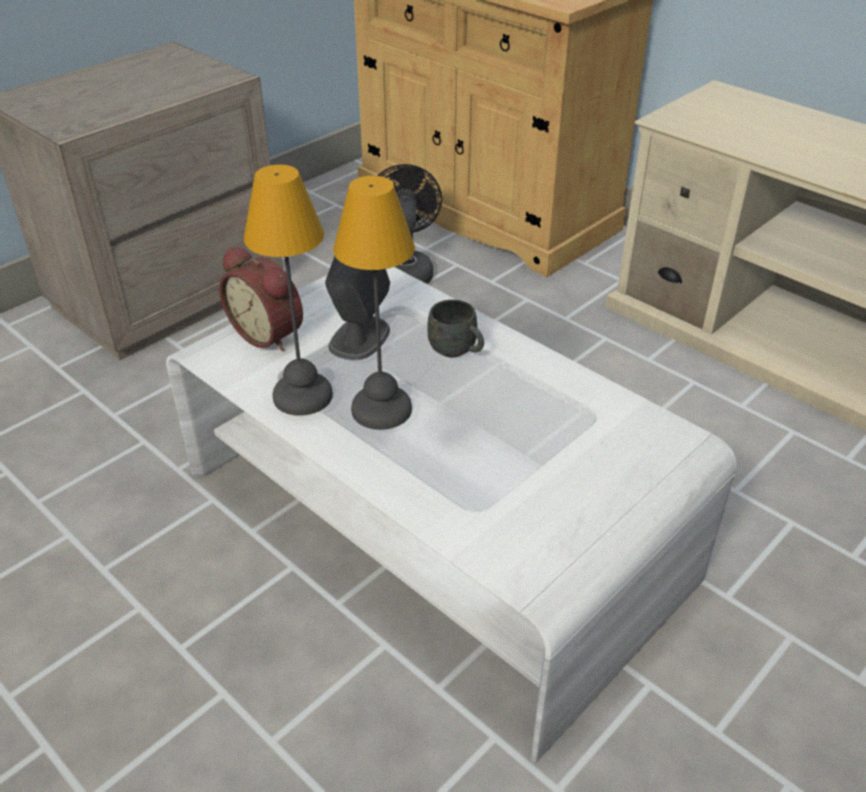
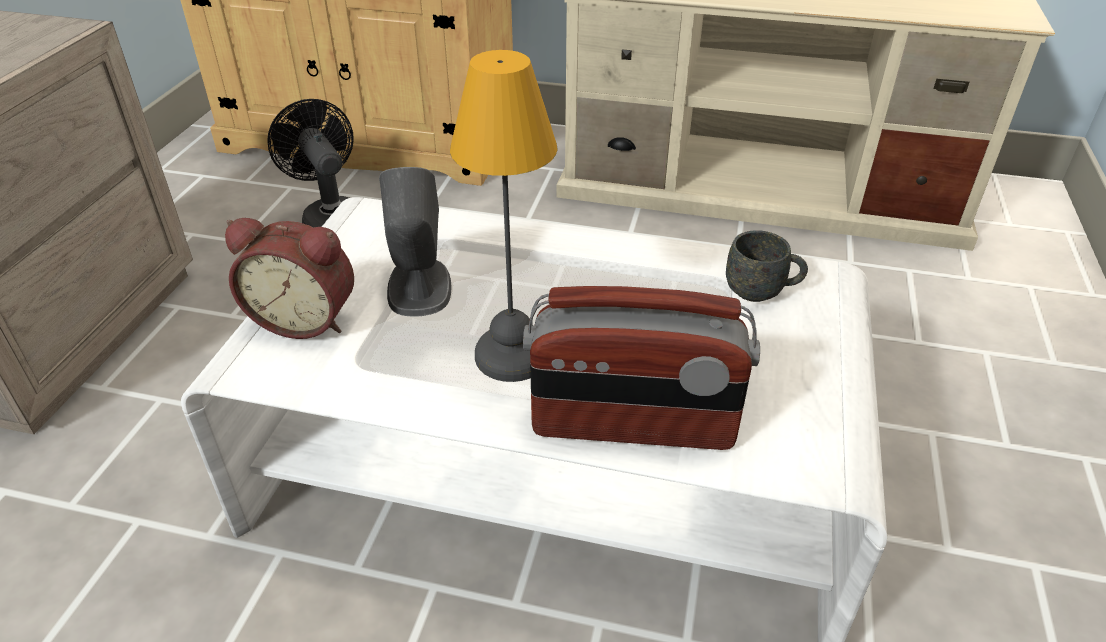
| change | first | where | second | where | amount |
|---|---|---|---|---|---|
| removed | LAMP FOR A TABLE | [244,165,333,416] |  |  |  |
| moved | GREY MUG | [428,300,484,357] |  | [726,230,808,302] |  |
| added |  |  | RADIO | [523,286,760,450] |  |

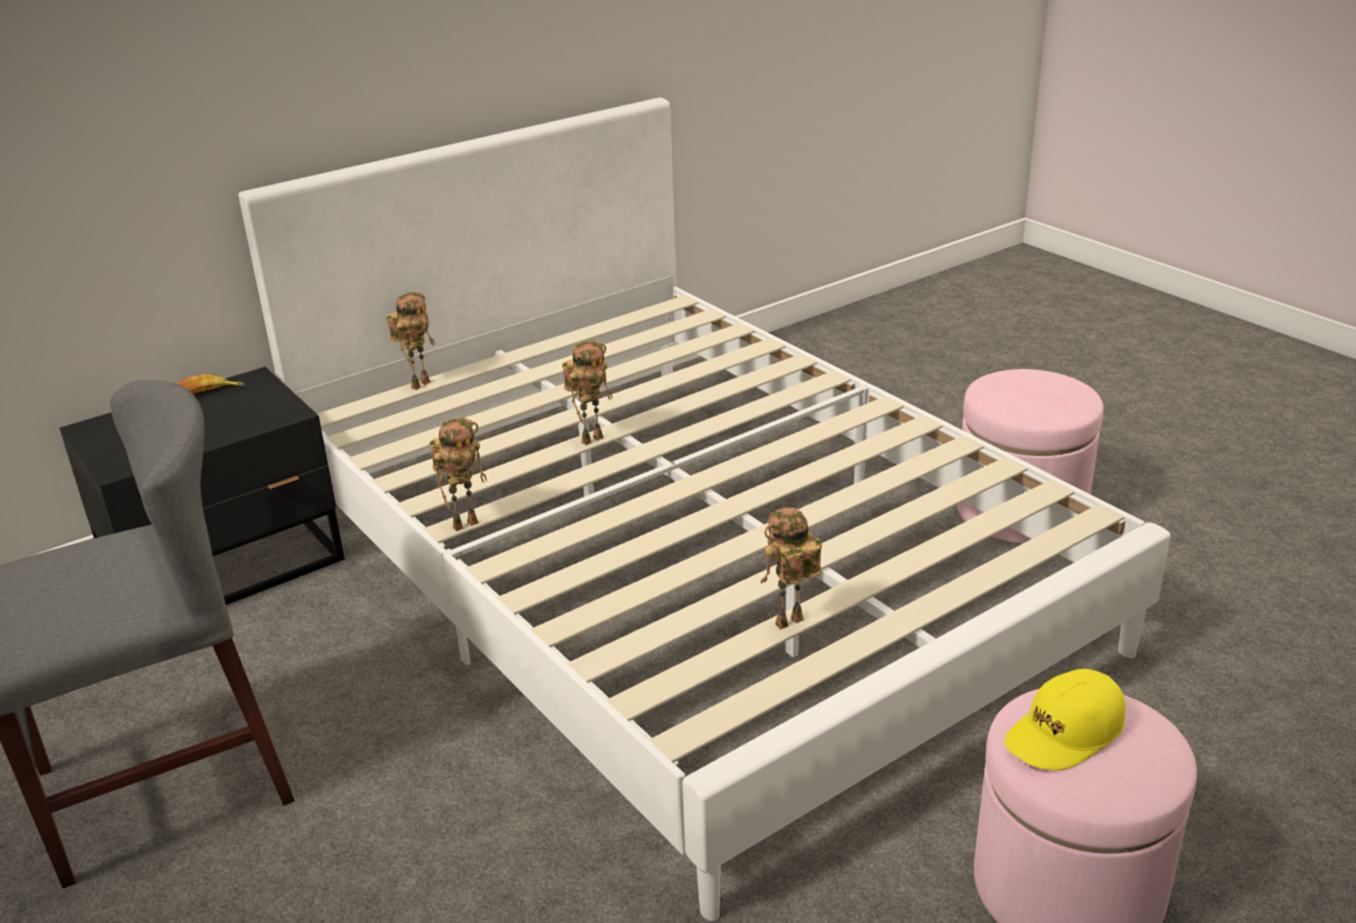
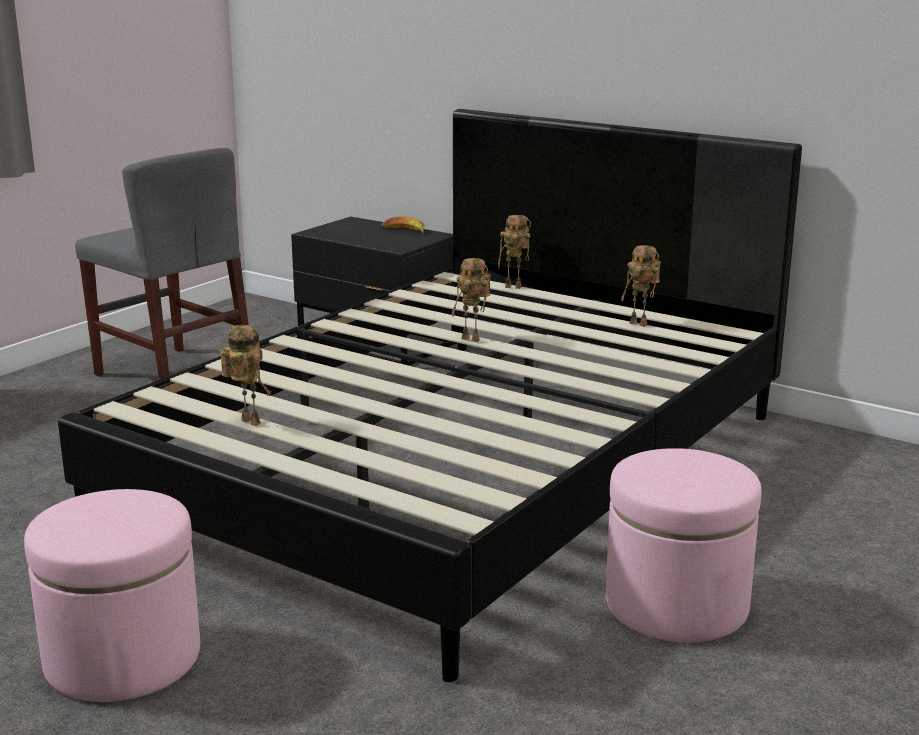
| change | first | where | second | where | amount |
|---|---|---|---|---|---|
| recoloured | WHITE BED | [238,98,1171,921] | BLACKISH BED | [58,109,802,682] |  |
| moved | MODEL ROBOT | [430,418,487,531] |  | [621,245,661,327] |  |
| removed | YELLOW-COLOURED CAP | [1004,669,1125,770] |  |  |  |

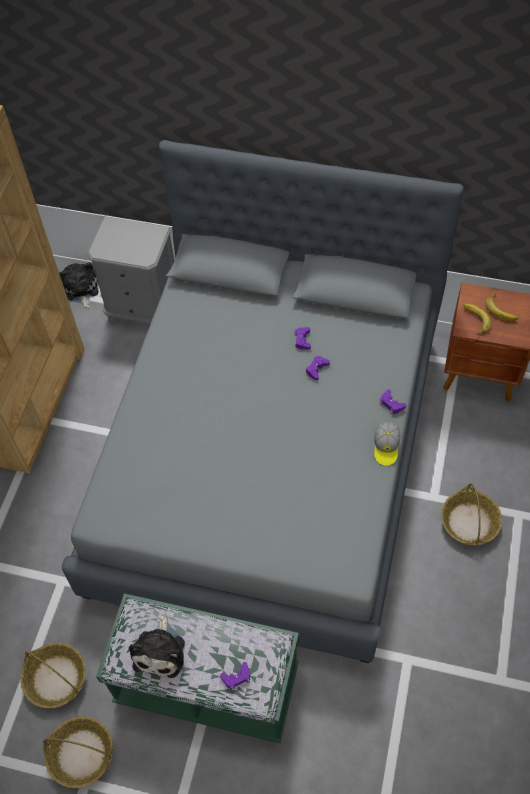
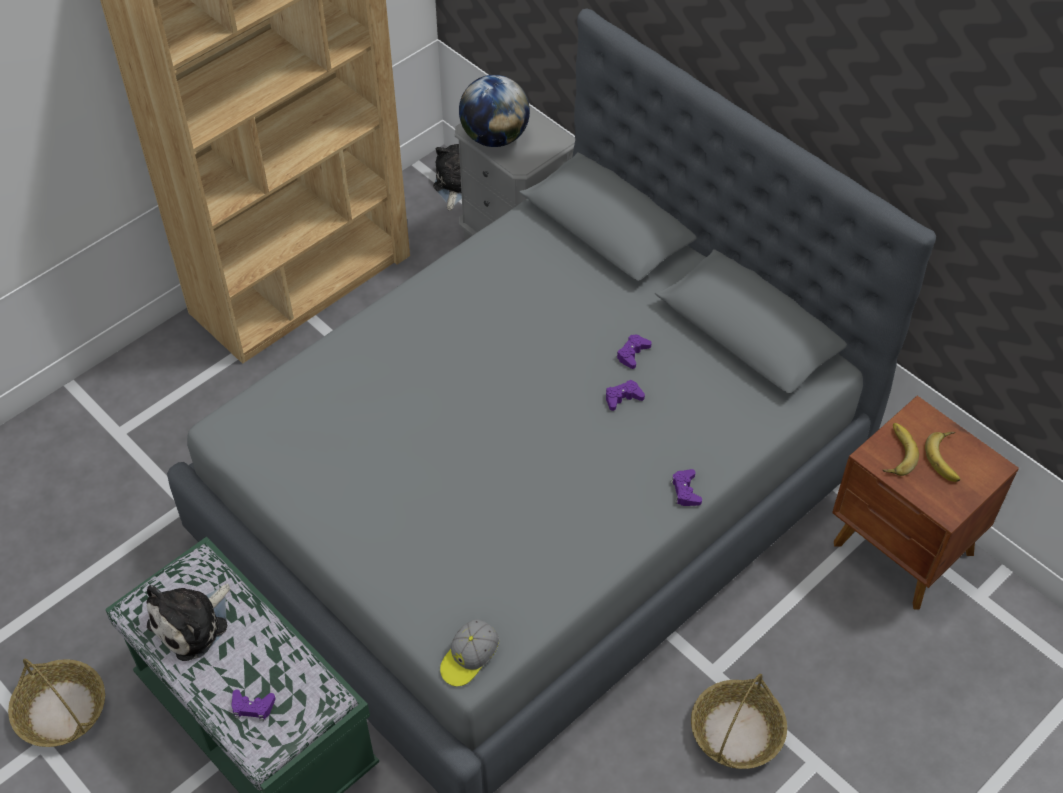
| change | first | where | second | where | amount |
|---|---|---|---|---|---|
| removed | HOUSEHOLD BASKET | [20,643,86,708] |  |  |  |
| moved | CAP | [374,422,400,466] |  | [440,619,500,687] |  |
| added |  |  | WORLD GLOBE | [459,75,530,147] |  |

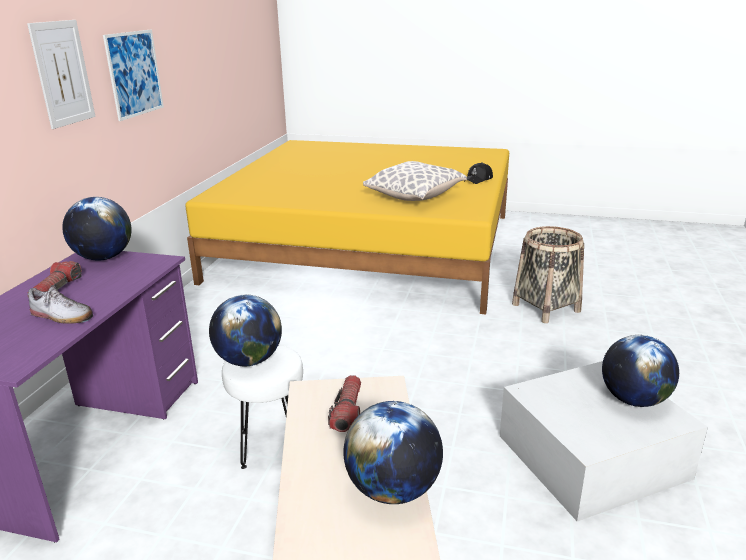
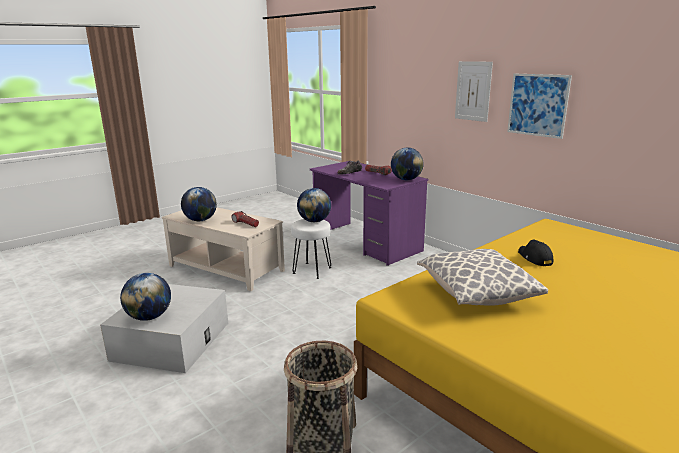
| change | first | where | second | where | amount |
|---|---|---|---|---|---|
| moved | BLACKISH CAP | [464,162,493,184] |  | [518,239,553,266] |  |

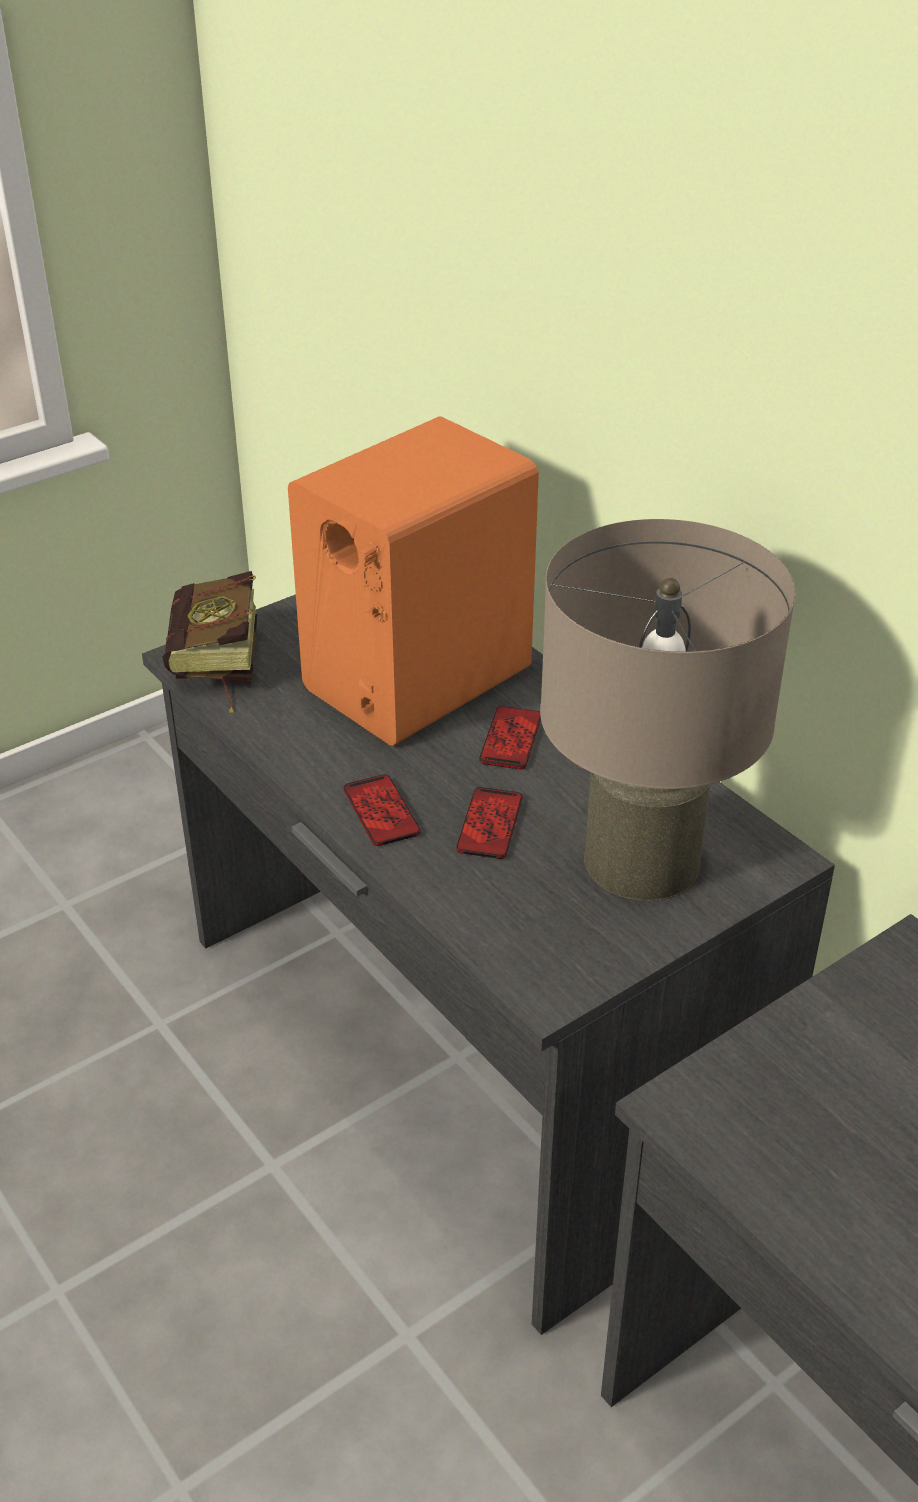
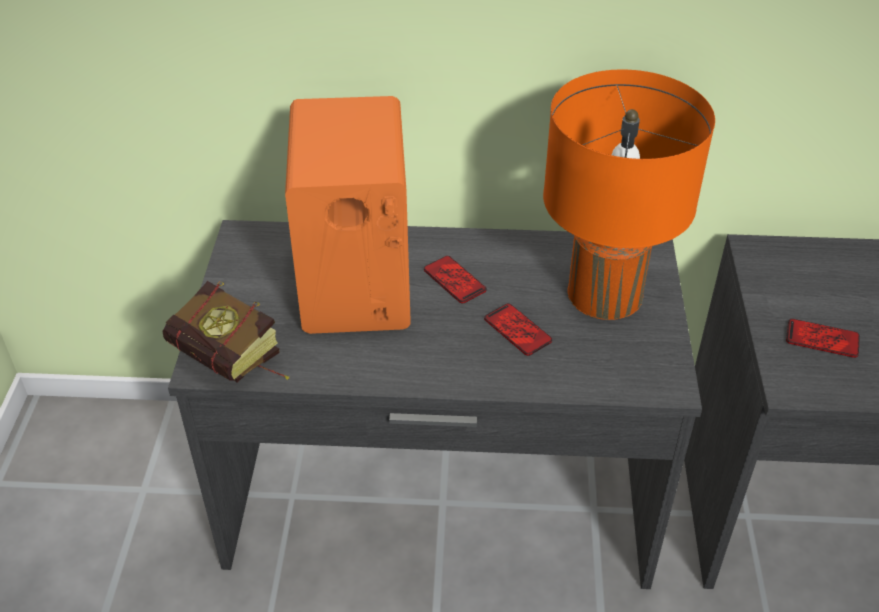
| change | first | where | second | where | amount |
|---|---|---|---|---|---|
| moved | HANDSET | [344,774,420,846] |  | [786,319,860,358] |  |
| recoloured | BEIGE-COLOURED LAMP FOR A TABLE | [540,519,796,901] | ORANGE-COLOURED LAMP FOR A TABLE | [543,70,715,320] |  |

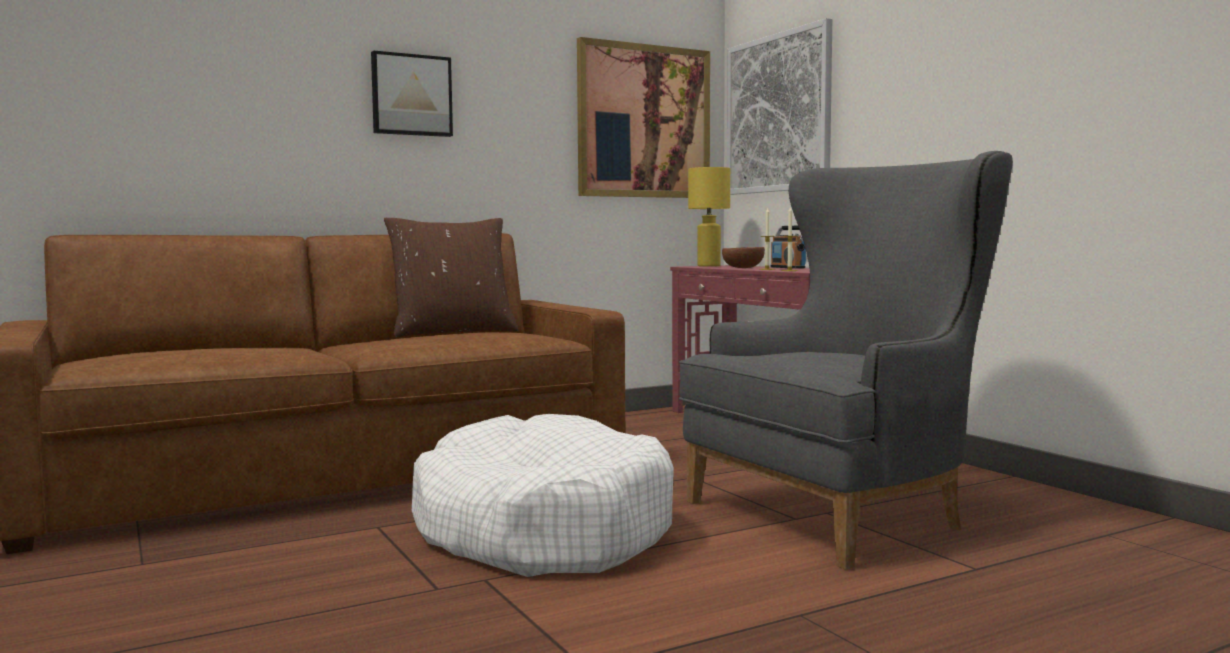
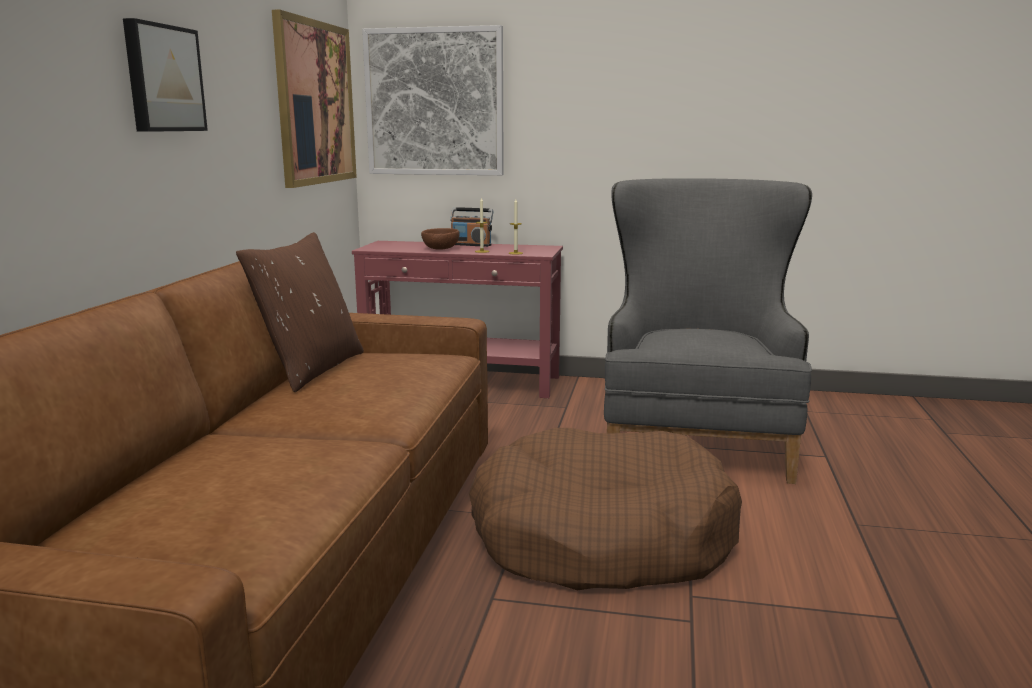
| change | first | where | second | where | amount |
|---|---|---|---|---|---|
| recoloured | WHITE DOG CUSHION | [412,414,674,577] | BROWN-COLOURED DOG CUSHION | [469,428,742,590] |  |
| removed | YELLOW-COLOURED LAMP FOR A TABLE | [688,167,730,267] |  |  |  |

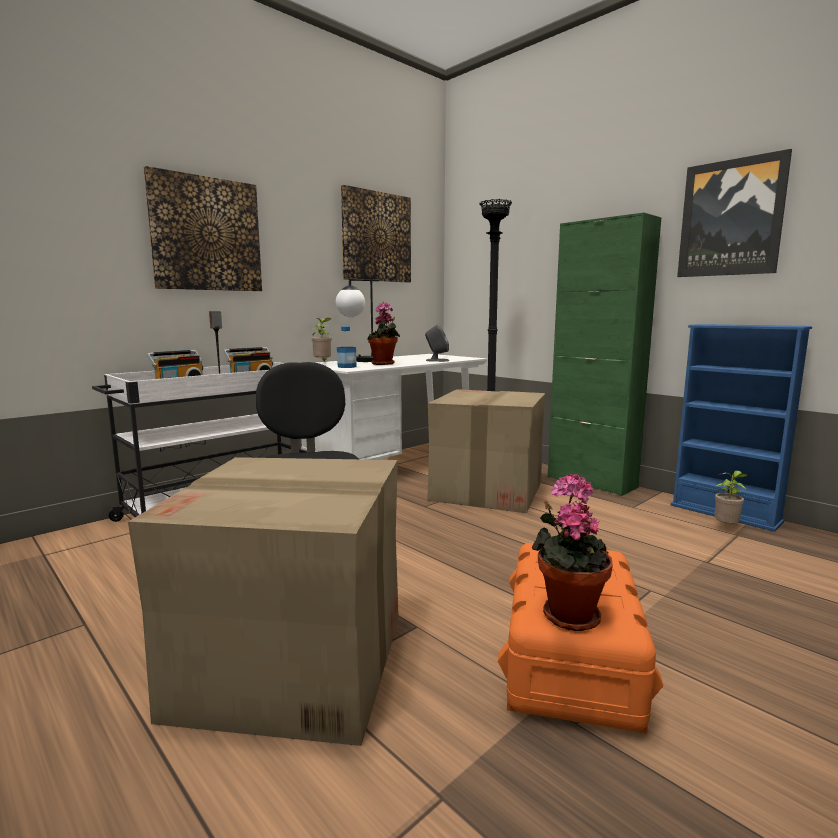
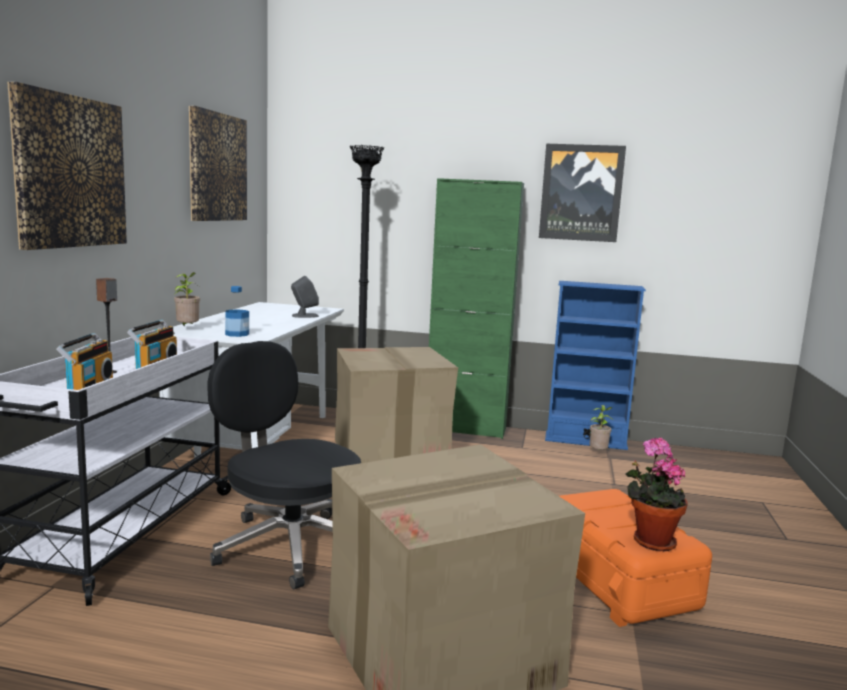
| change | first | where | second | where | amount |
|---|---|---|---|---|---|
| removed | LAMP FOR A TABLE | [336,278,379,362] |  |  |  |
| removed | POTTED PLANT | [367,302,400,365] |  |  |  |

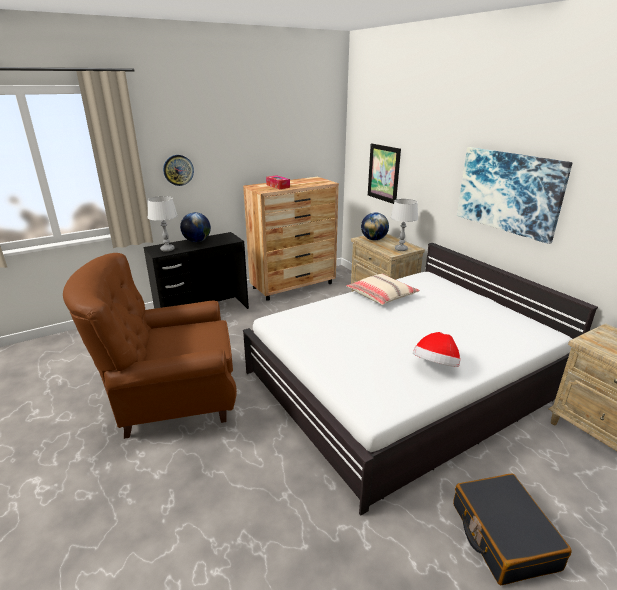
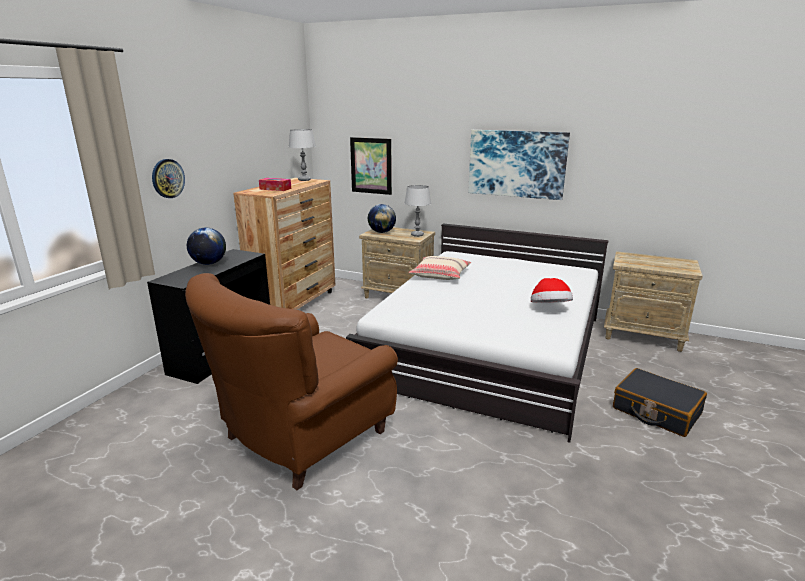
| change | first | where | second | where | amount |
|---|---|---|---|---|---|
| moved | GREY LAMP FOR A TABLE | [148,196,178,252] |  | [289,129,316,181] |  |

